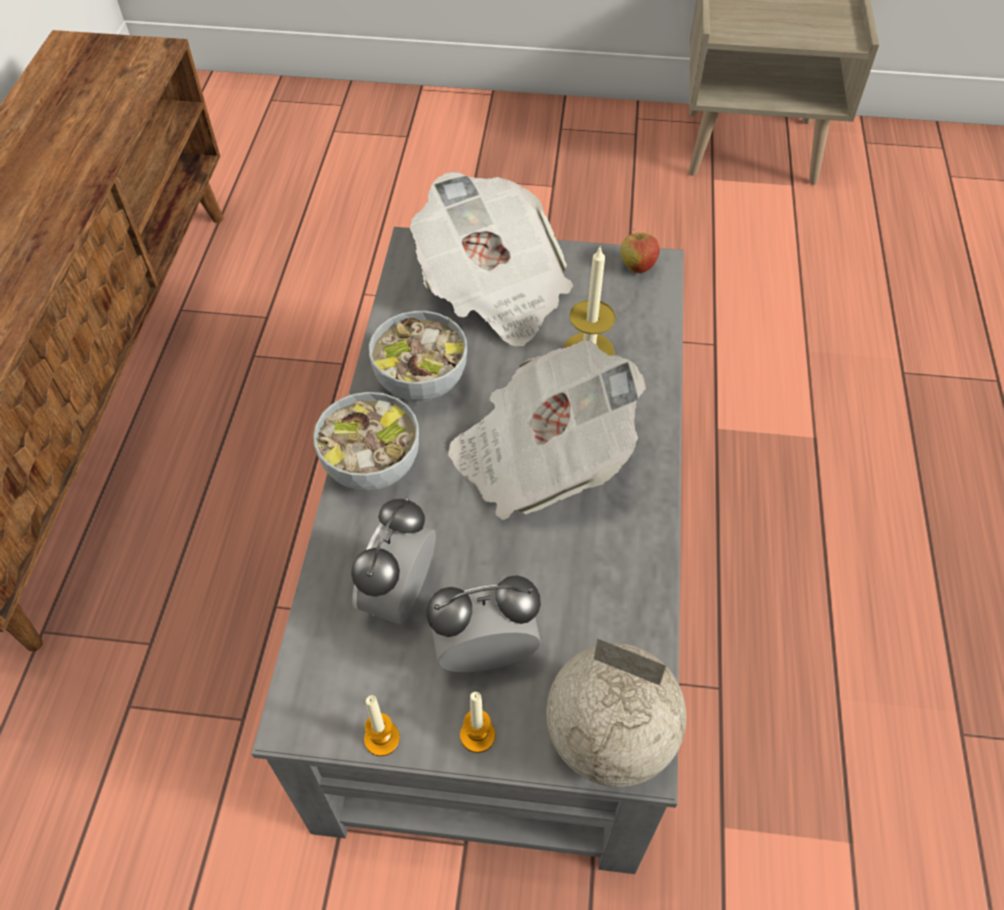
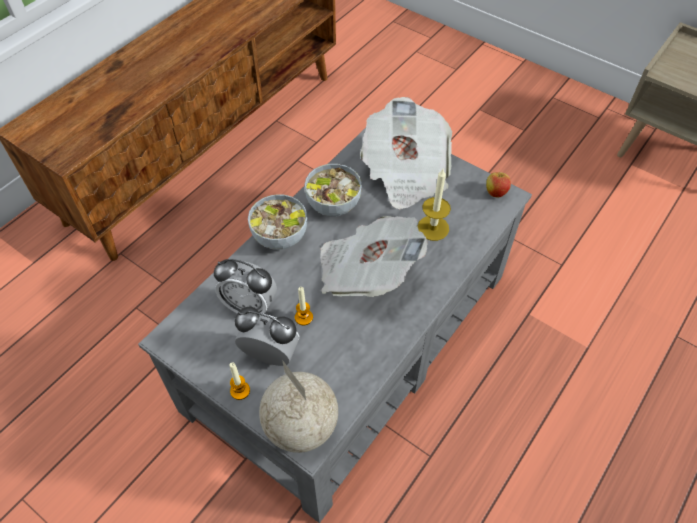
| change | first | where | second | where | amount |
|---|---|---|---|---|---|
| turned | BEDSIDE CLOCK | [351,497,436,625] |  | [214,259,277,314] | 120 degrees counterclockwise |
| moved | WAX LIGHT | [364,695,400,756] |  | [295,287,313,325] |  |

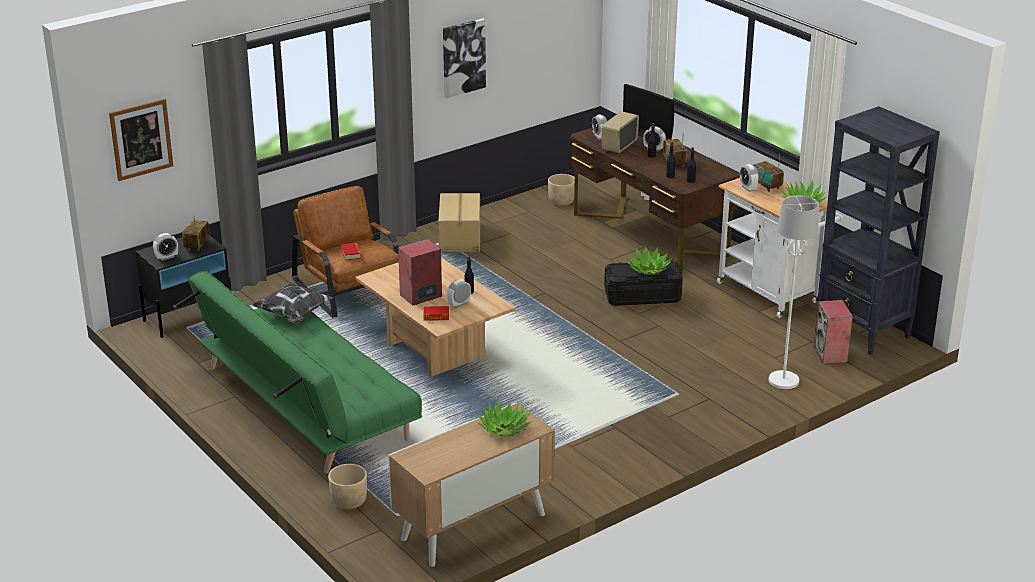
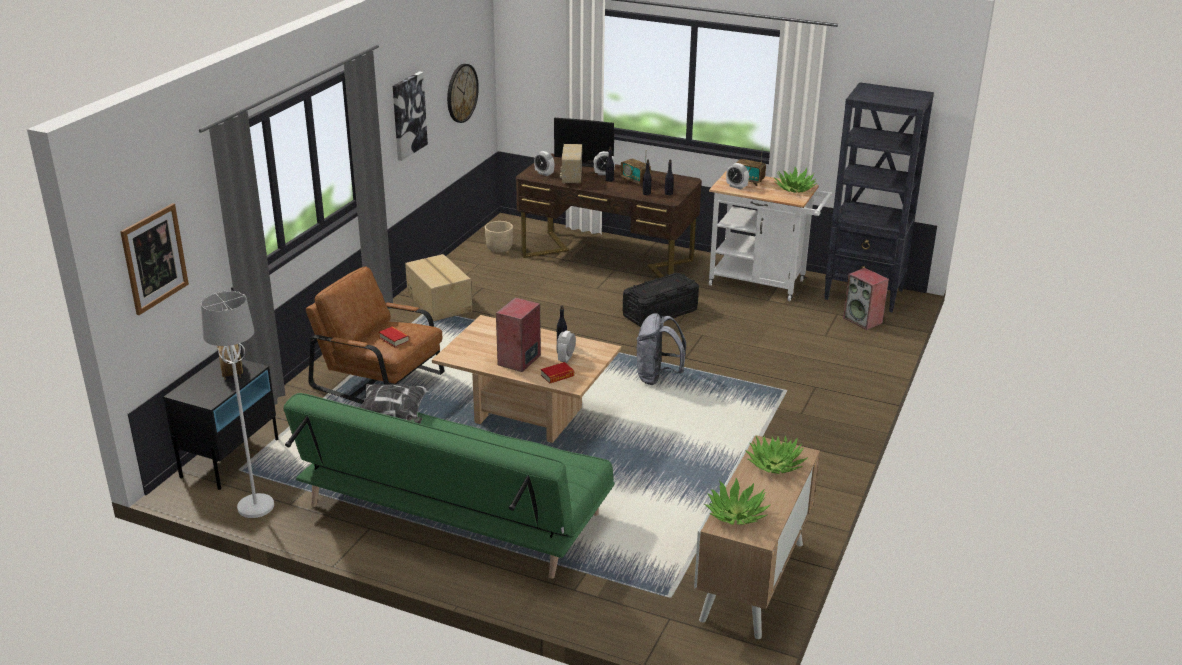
| change | first | where | second | where | amount |
|---|---|---|---|---|---|
| removed | BEDSIDE CLOCK | [153,233,178,261] |  |  |  |
| removed | BEIGE-COLOURED PLANTER | [328,464,367,509] |  |  |  |
| moved | POTTED PLANT | [626,246,672,275] |  | [704,478,771,525] |  |
| moved | WHITE STANDARD LAMP | [769,195,819,389] |  | [201,291,274,518] |  |
| added |  |  | HANGING CLOCK | [447,64,479,123] |  |
| added |  |  | GREY KNAPSACK | [637,313,686,385] |  |

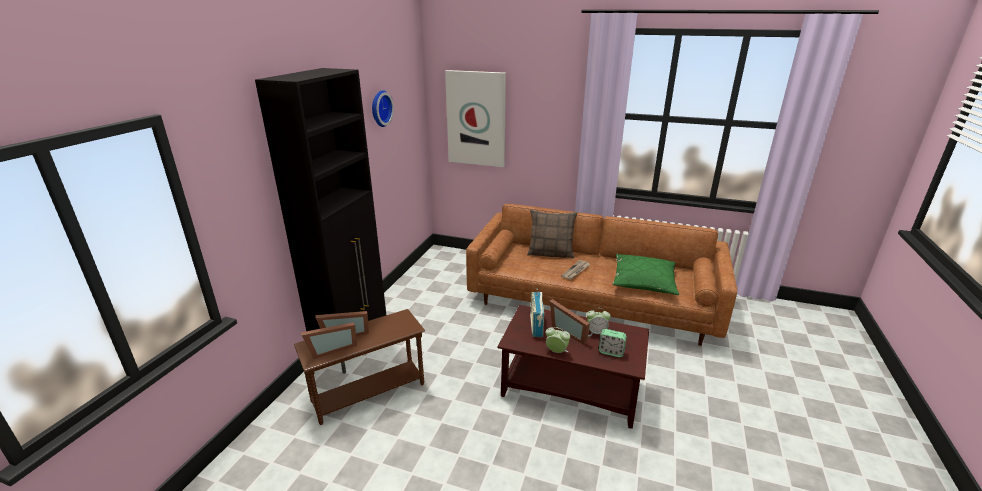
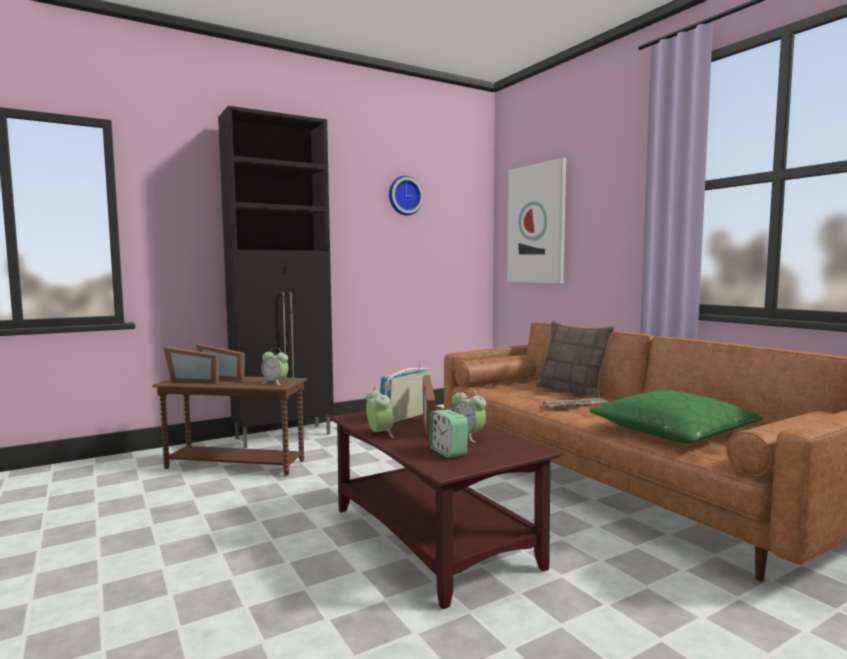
| change | first | where | second | where | amount |
|---|---|---|---|---|---|
| added |  |  | BEDSIDE CLOCK | [261,348,288,385] |  |

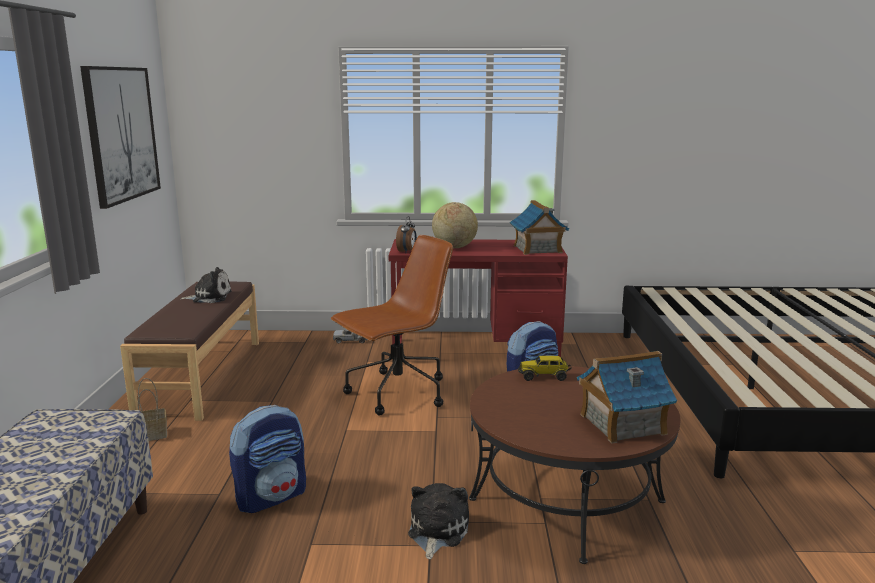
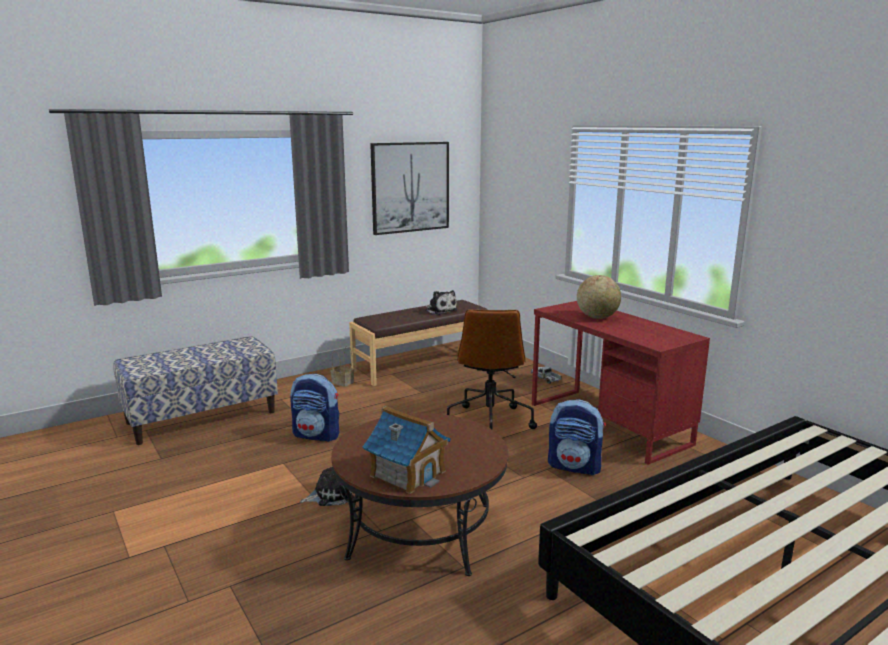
| change | first | where | second | where | amount |
|---|---|---|---|---|---|
| turned | BROWN-COLOURED OFFICE CHAIR | [331,235,453,415] |  | [447,309,537,429] | 75 degrees clockwise |
| removed | BEDSIDE CLOCK | [396,216,417,253] |  |  |  |
| removed | TOY HOUSE | [510,200,569,255] |  |  |  |
| removed | TOY LORRY | [518,355,572,381] |  |  |  |

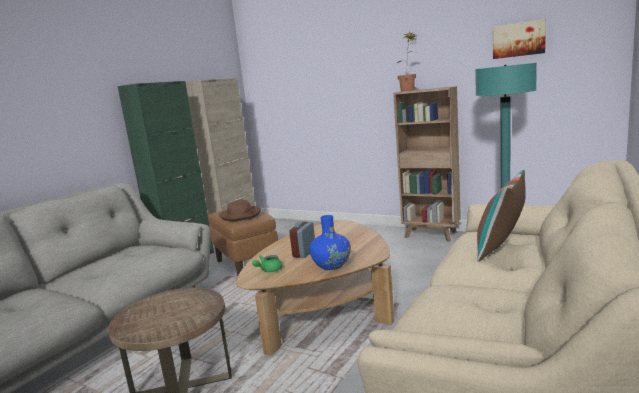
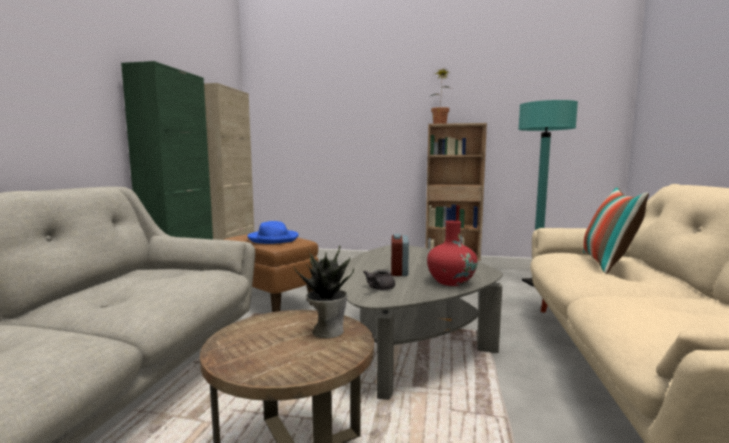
| change | first | where | second | where | amount |
|---|---|---|---|---|---|
| recoloured | BROWN-COLOURED WEARABLE HAT | [219,200,261,221] | BLUE-COLOURED WEARABLE HAT | [247,221,299,244] |  |
| recoloured | BROWN-COLOURED COFFEE TABLE | [236,220,394,355] | GREY COFFEE TABLE | [340,245,503,400] |  |
| recoloured | GREEN POT FOR TEA | [252,255,283,272] | GREY POT FOR TEA | [363,270,395,290] |  |
| recoloured | BLUE-COLOURED DECORATIVE VASE | [309,215,351,270] | REDDISH DECORATIVE VASE | [427,220,478,286] |  |
| removed | WALL PICTURE | [493,19,546,59] |  |  |  |
| added |  |  | POTTED PLANT | [294,245,354,338] |  |

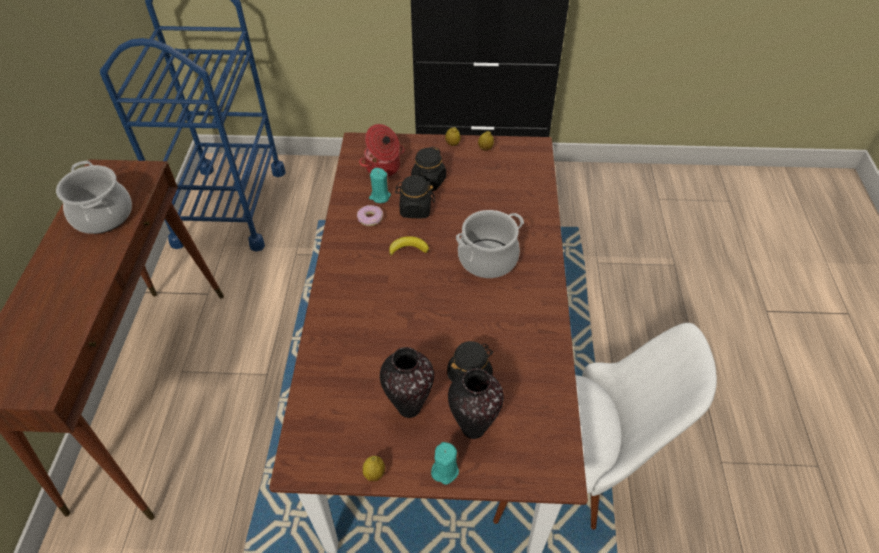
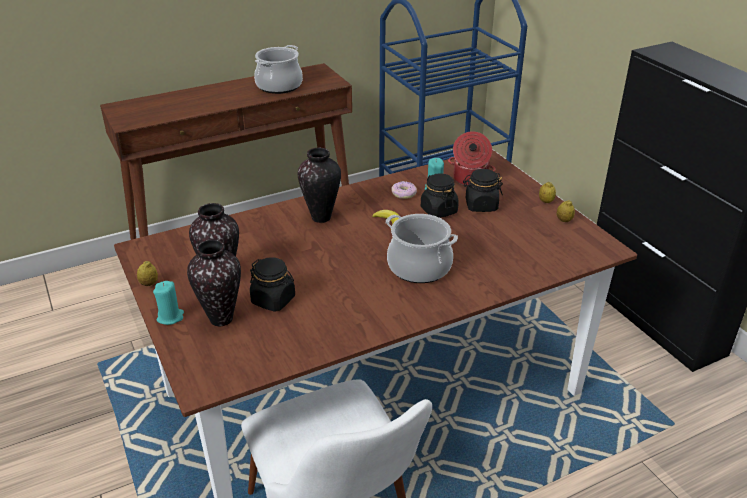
| change | first | where | second | where | amount |
|---|---|---|---|---|---|
| added |  |  | DECORATIVE VASE | [298,148,341,223] |  |

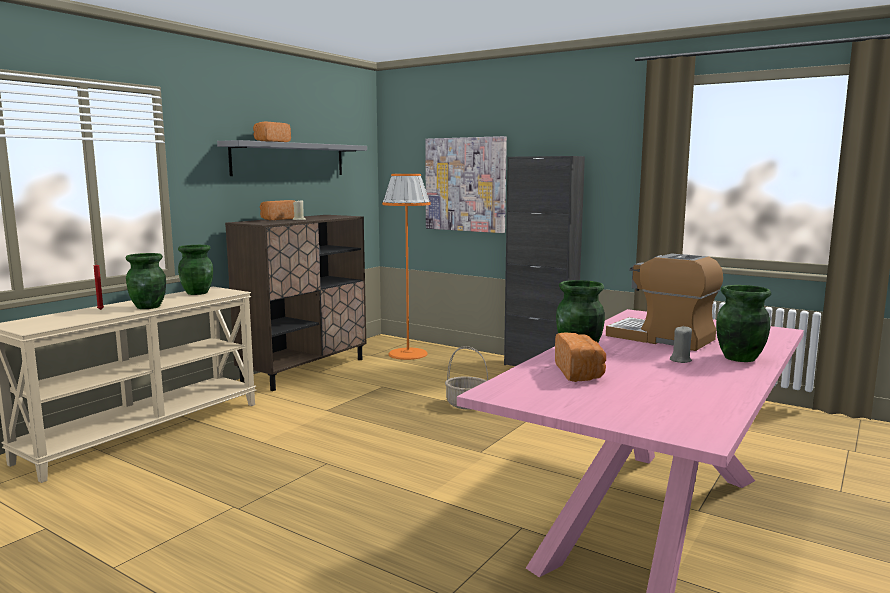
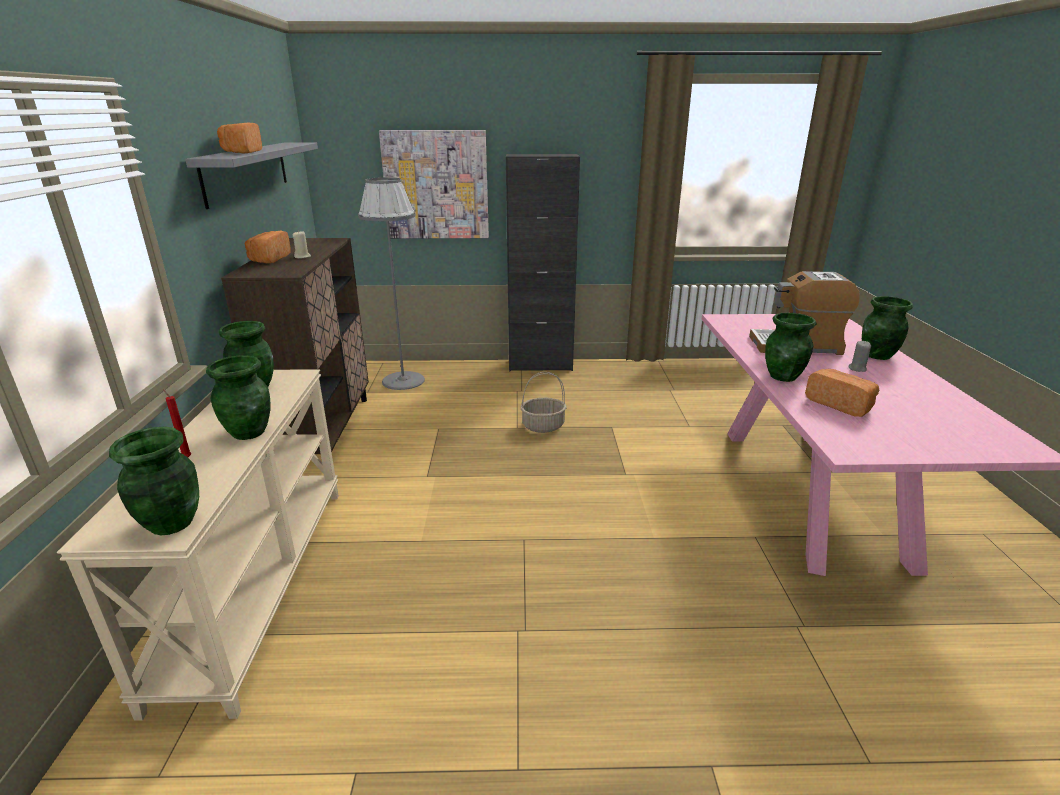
| change | first | where | second | where | amount |
|---|---|---|---|---|---|
| recoloured | ORANGE-COLOURED STANDARD LAMP | [382,174,430,360] | GREY STANDARD LAMP | [358,177,425,390] |  |
| added |  |  | GREEN DECORATIVE VASE | [109,427,199,535] |  |

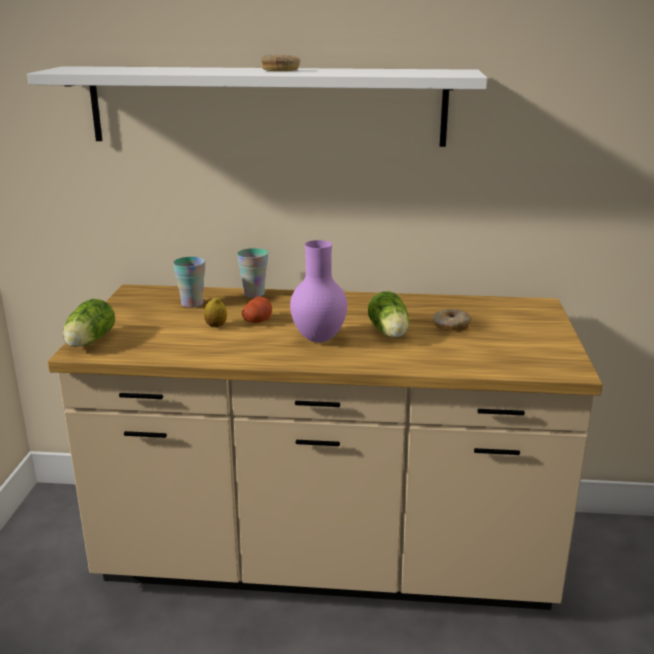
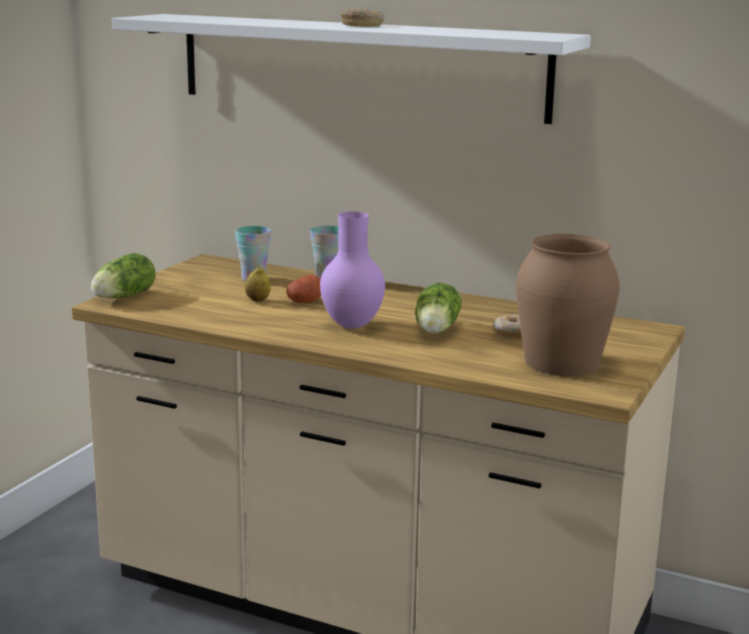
| change | first | where | second | where | amount |
|---|---|---|---|---|---|
| added |  |  | BROWN-COLOURED DECORATIVE VASE | [516,234,620,376] |  |

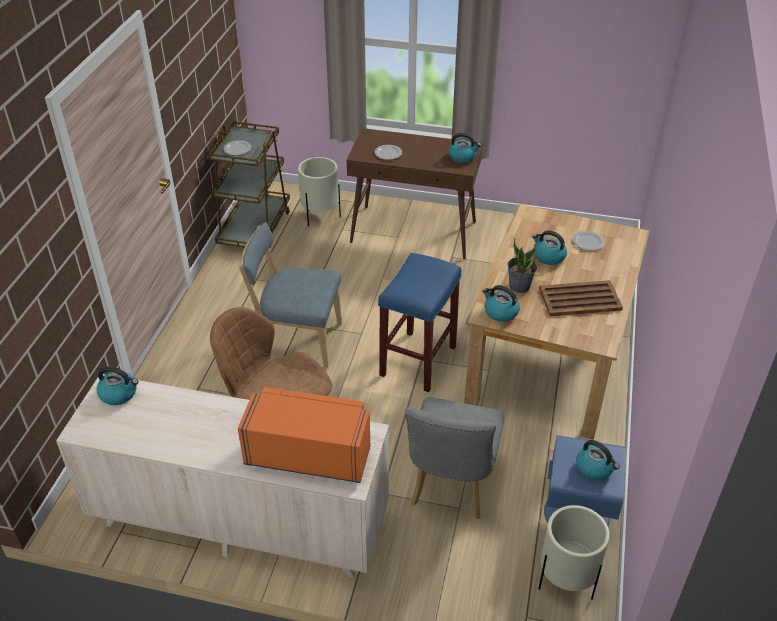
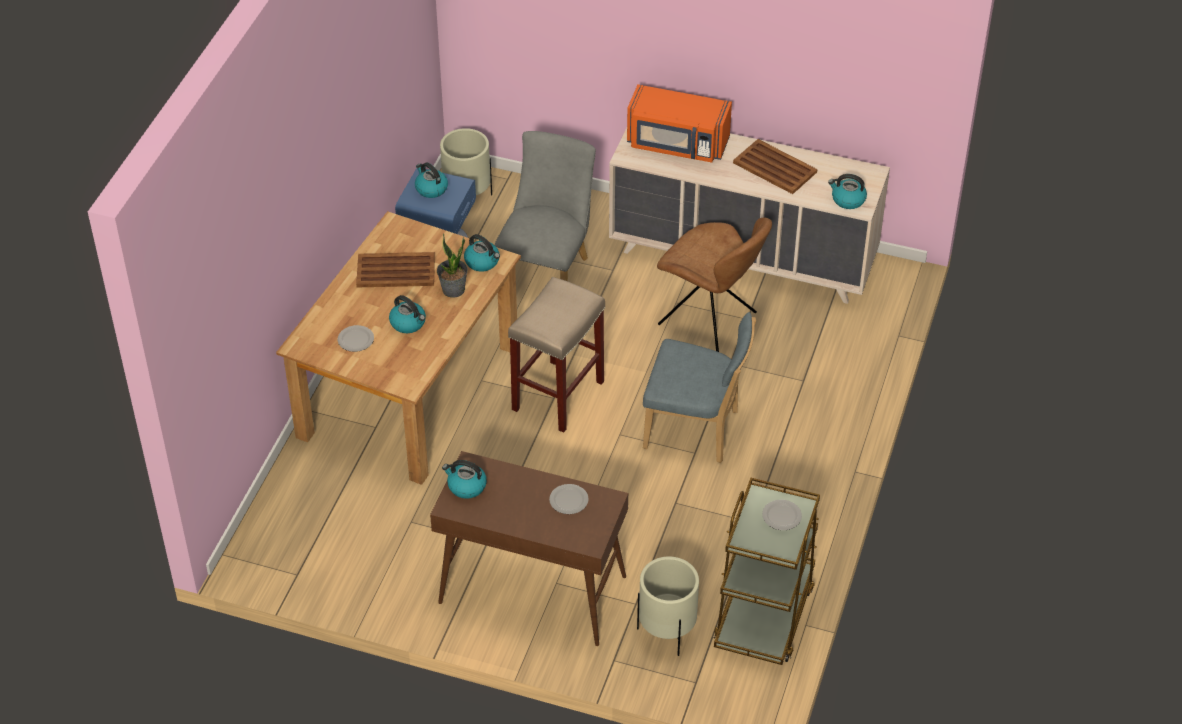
| change | first | where | second | where | amount |
|---|---|---|---|---|---|
| recoloured | BLUE-COLOURED STOOL | [378,253,461,392] | BEIGE-COLOURED STOOL | [508,277,605,433] |  |
| added |  |  | BROWN-COLOURED CARRYING TRAY | [733,139,817,194] |  |

